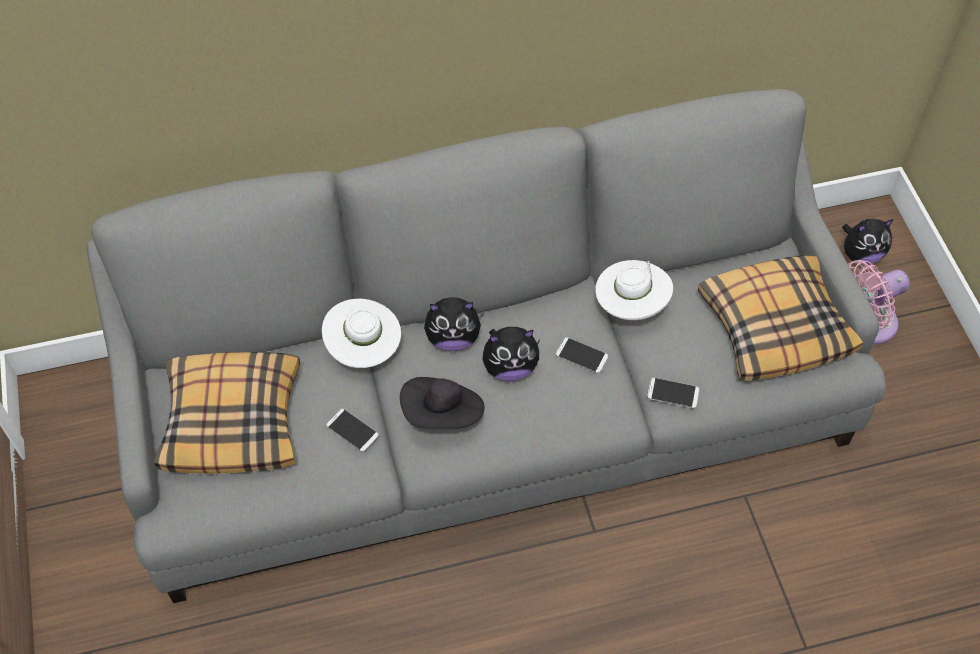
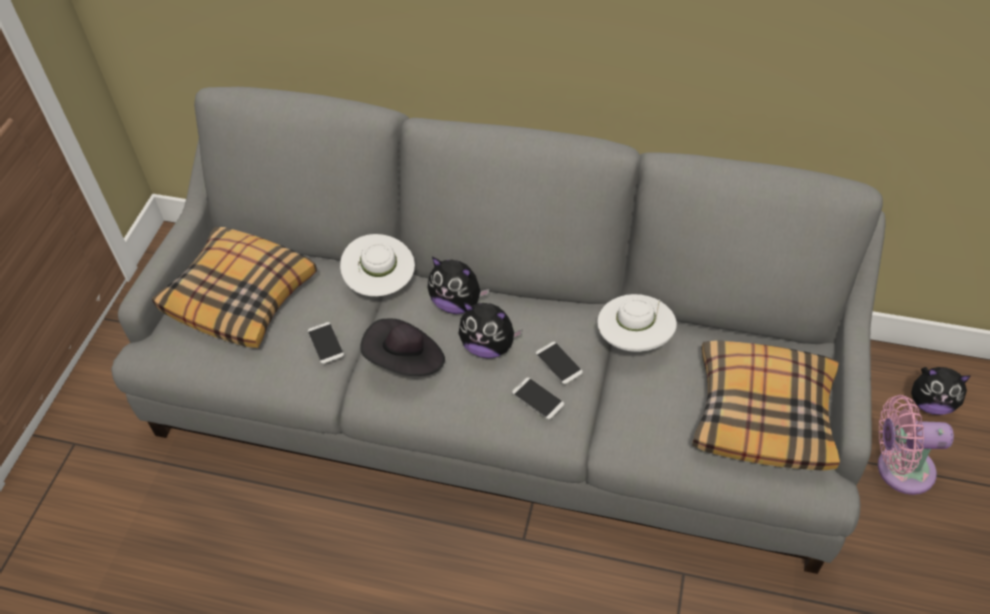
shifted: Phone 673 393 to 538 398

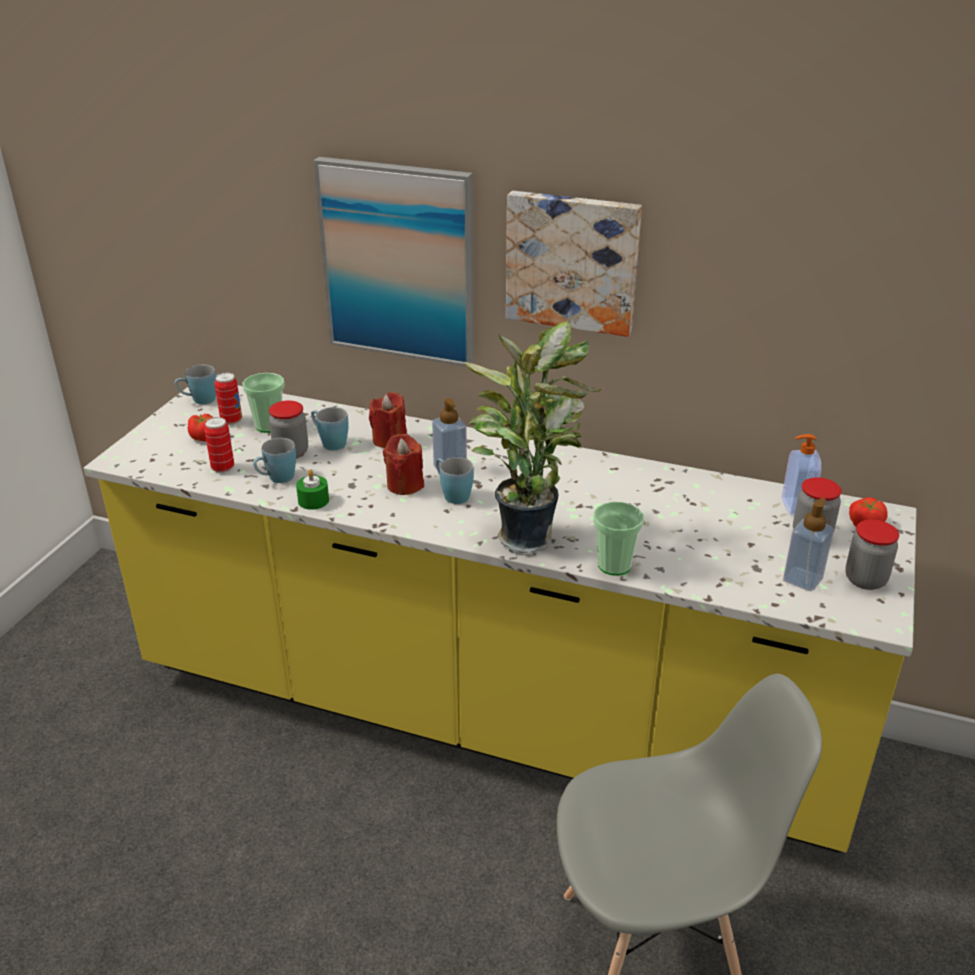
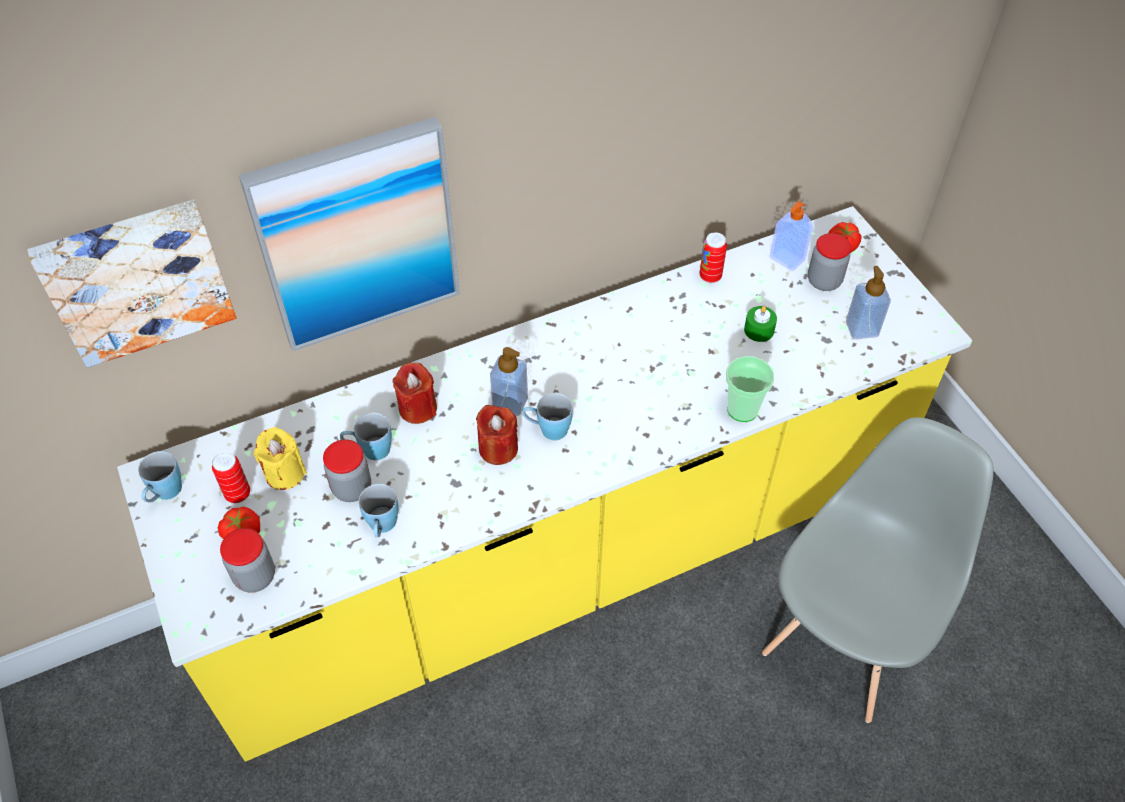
gone: PottedPlant 527 534
shifted: Picture 573 261 to 136 279; Can 223 468 to 710 276; GreenCandle 313 500 to 759 330; Jar 865 580 to 255 576
swapped: Cup 269 426 to YellowCandle 284 473

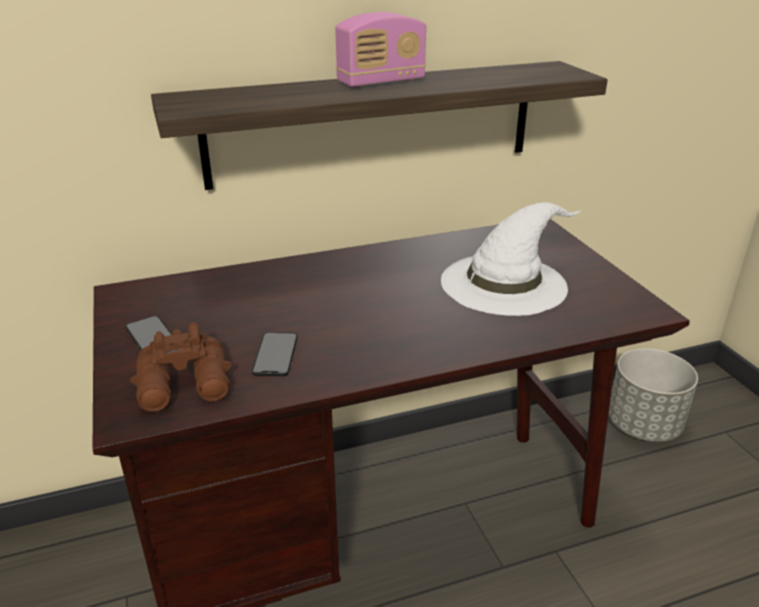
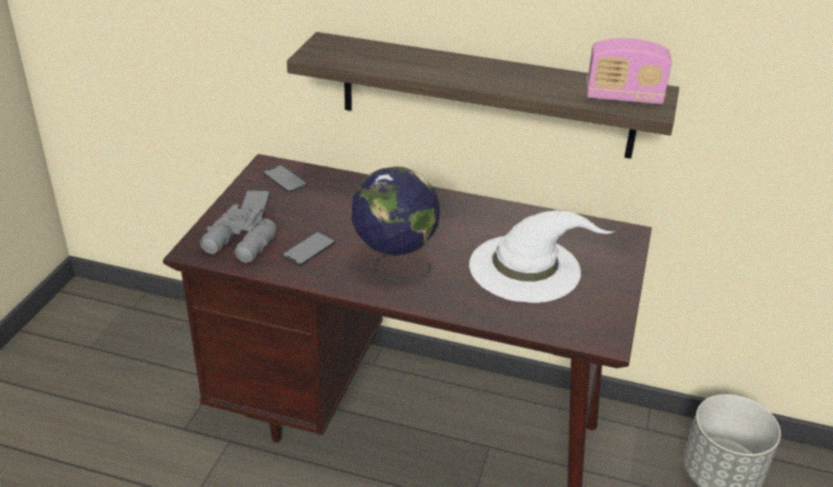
new: Phone 284 179; Globe 394 266
shifted: Radio 381 82 to 623 97
repainted: BrownBinoculars 186 386 to GreyBinoculars 240 246

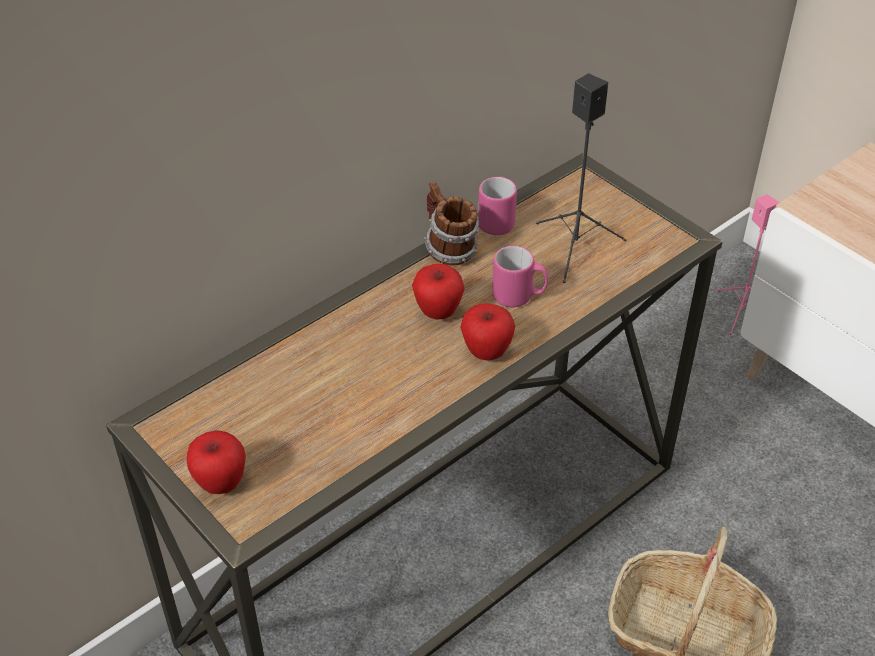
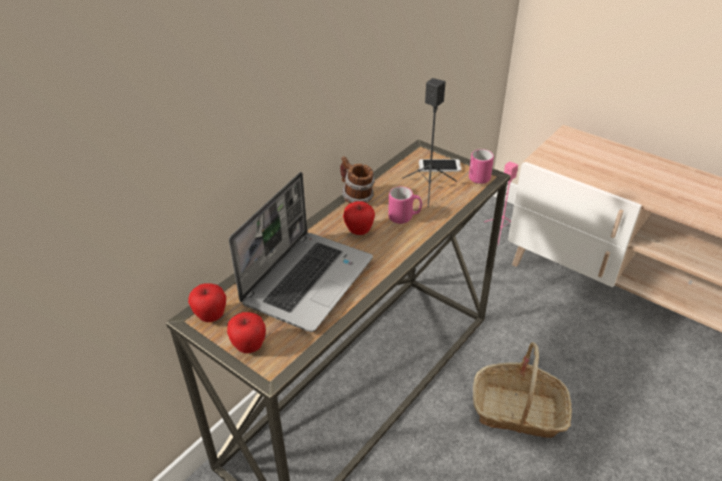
new: Phone 439 166; Laptop 308 280
shifted: PinkMug 497 220 to 478 176; Apple 486 352 to 211 316

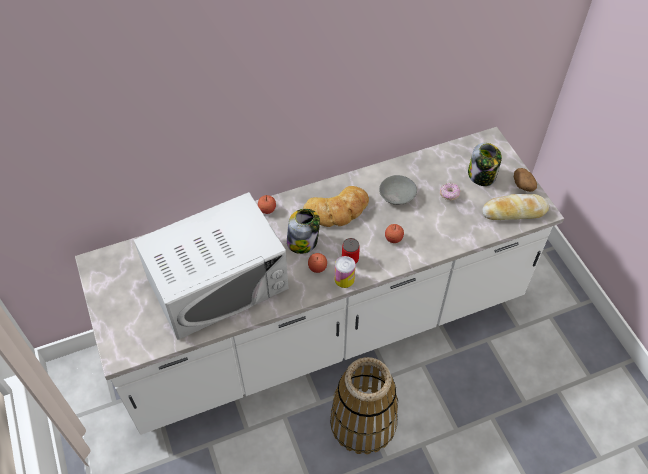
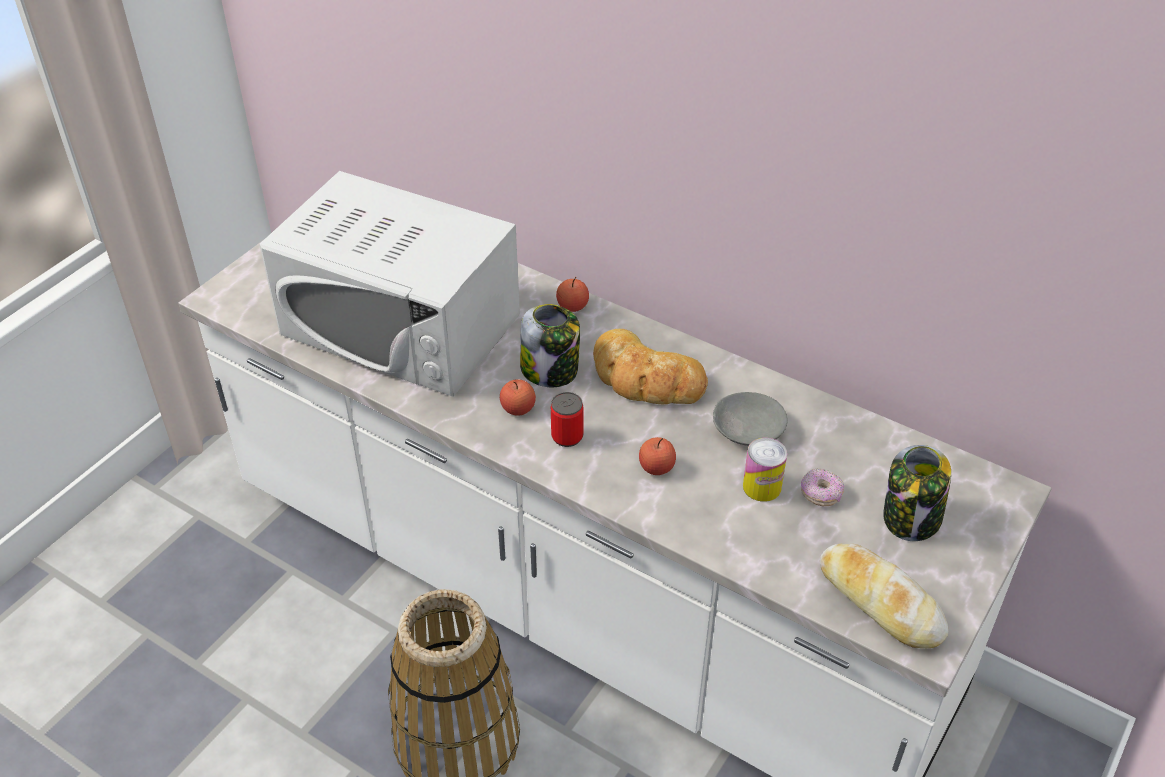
gone: Potato 523 186
shifted: Can 344 279 to 762 486

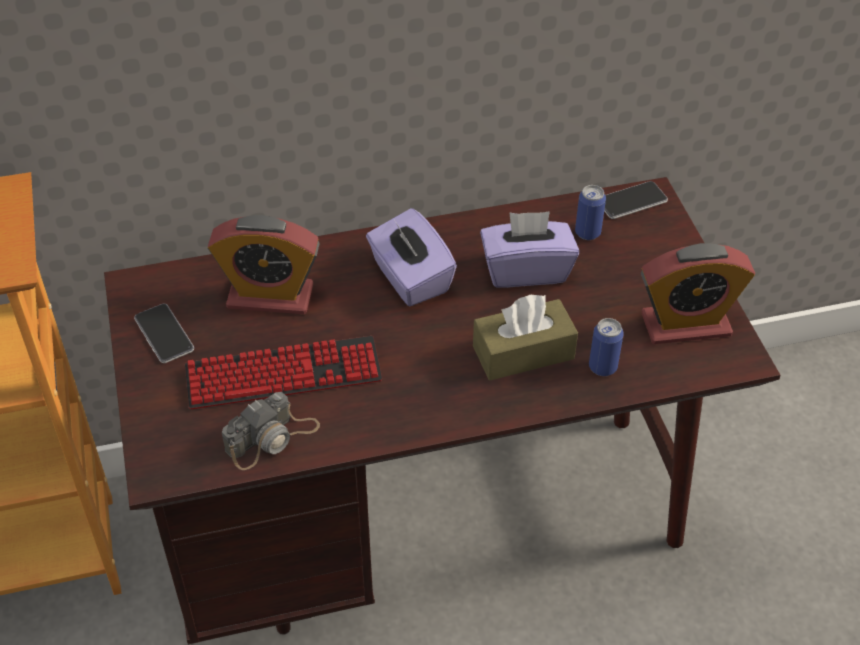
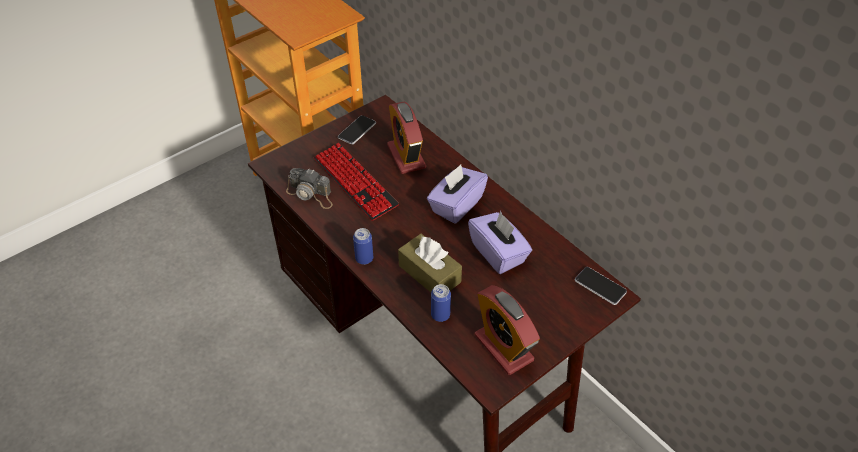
shifted: Can 587 233 to 364 258

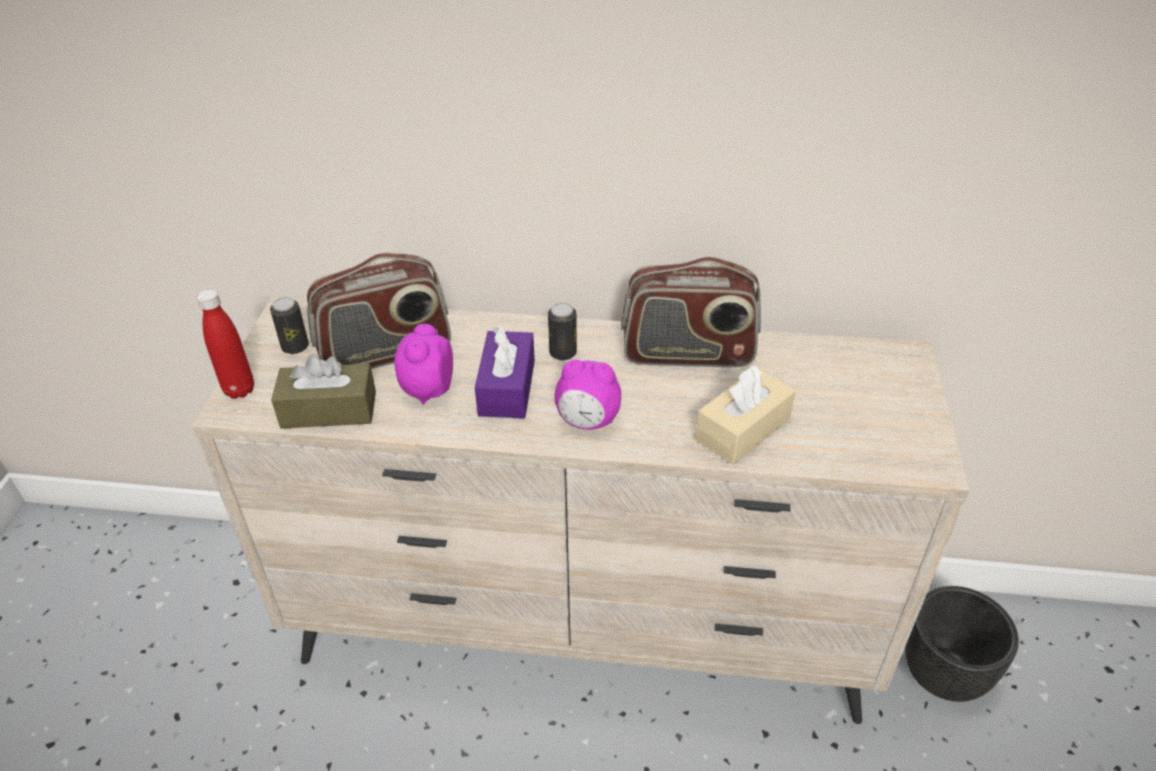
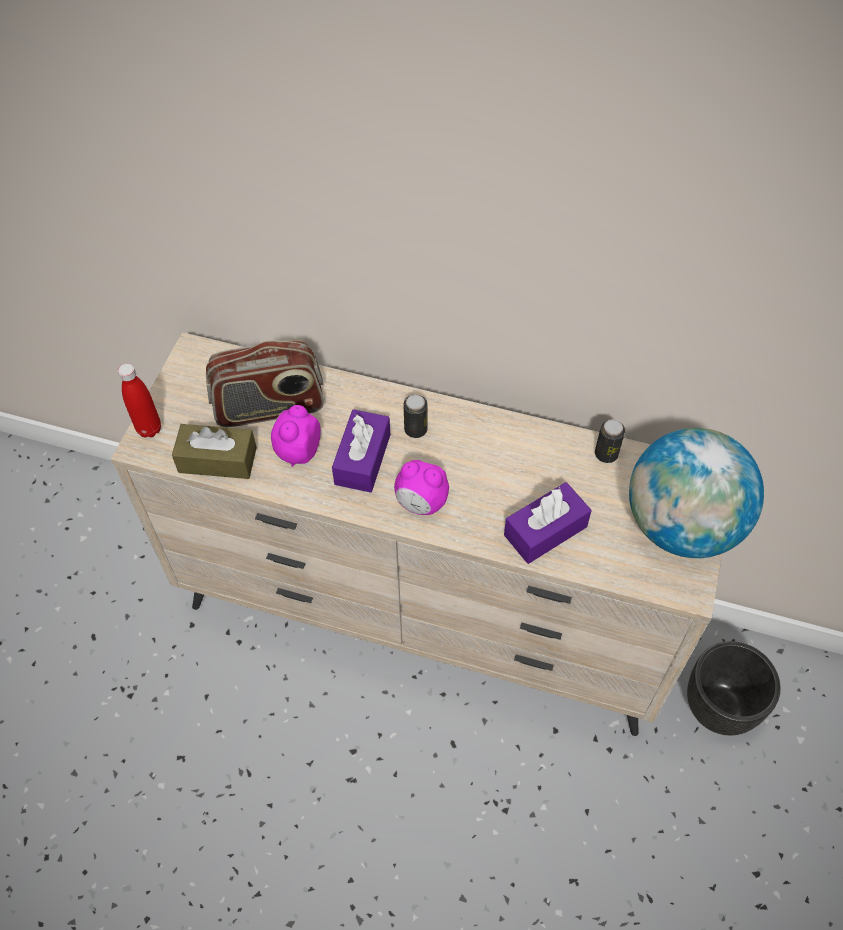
gone: Radio 688 354
new: Globe 681 525
shifted: Can 295 347 to 606 454
repainted: BeigeTissueBox 743 429 to PurpleTissueBox 545 531

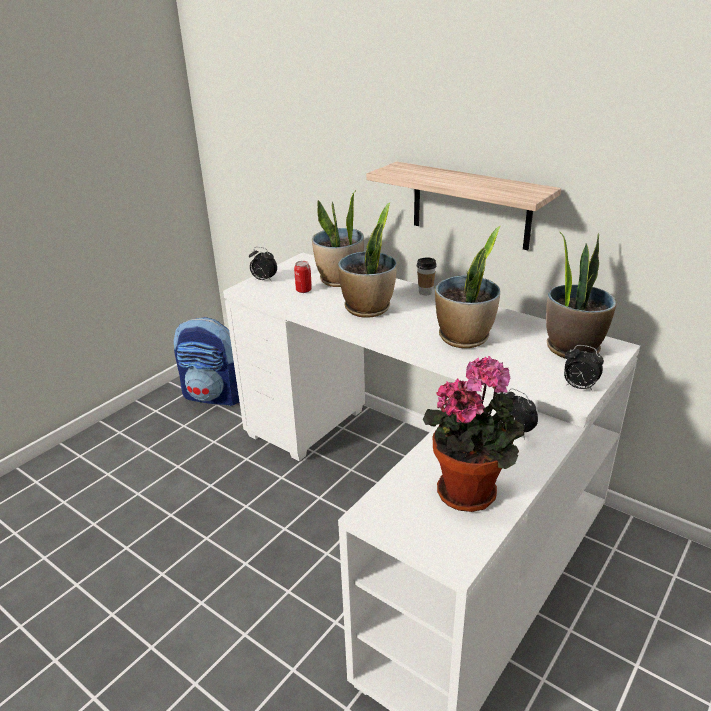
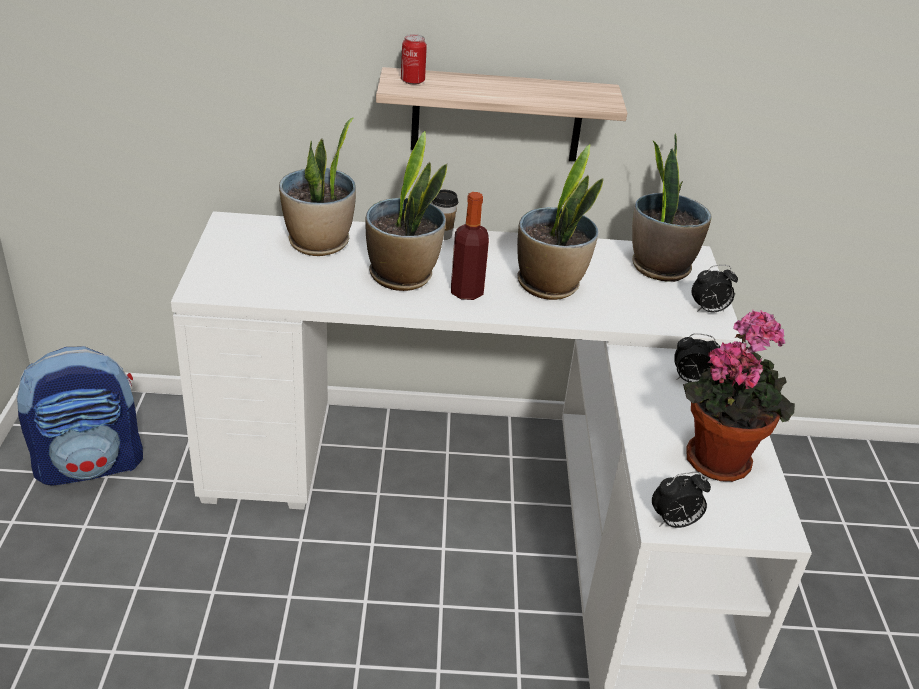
new: Bottle 466 292
shifted: AlarmClock 263 280 to 674 522; Can 304 290 to 412 81

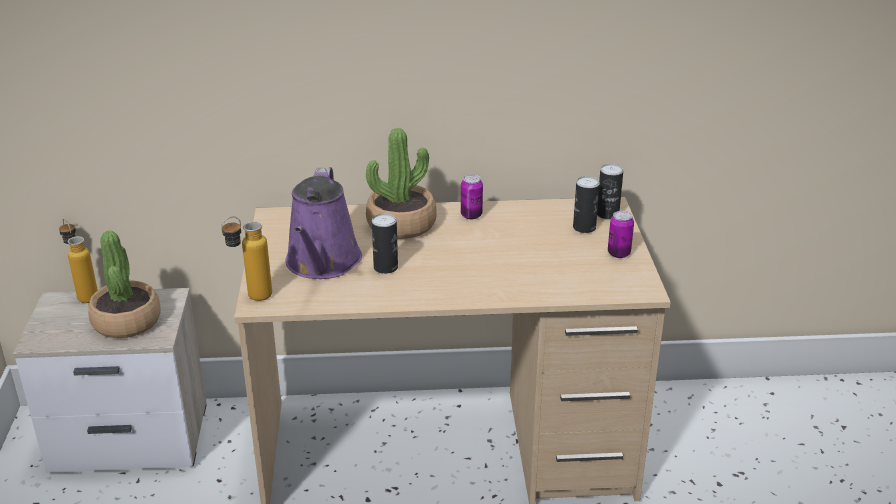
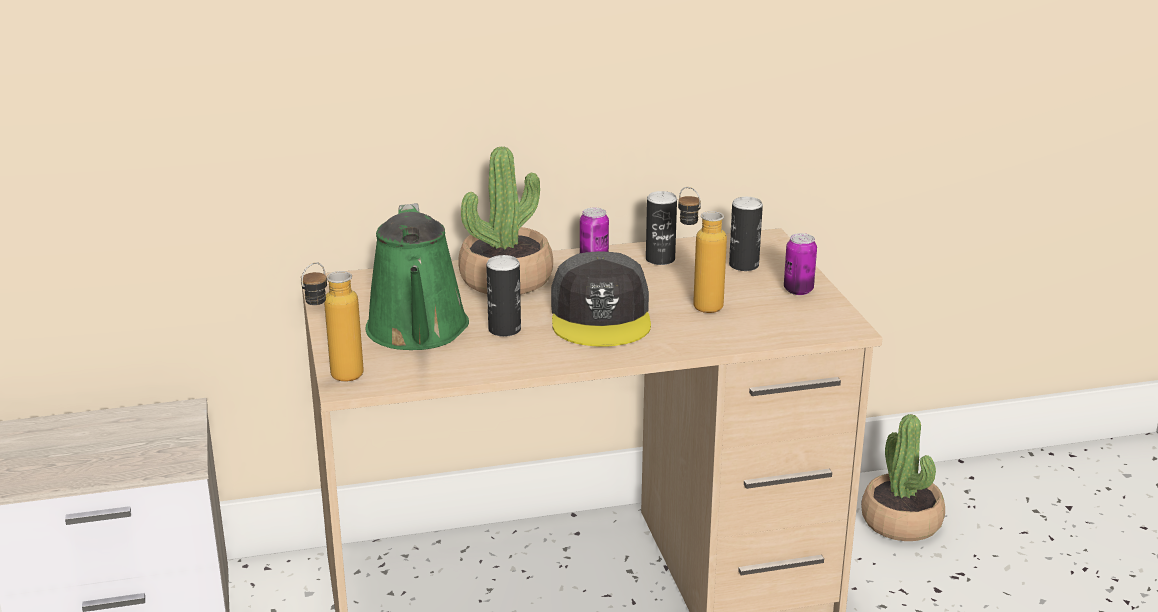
new: GreyCap 601 316
shifted: Can 607 214 to 660 259; Bottle 84 294 to 697 303; PottedPlant 127 322 to 901 522
repainted: PurpleWateringCan 322 263 to GreenWateringCan 418 332

